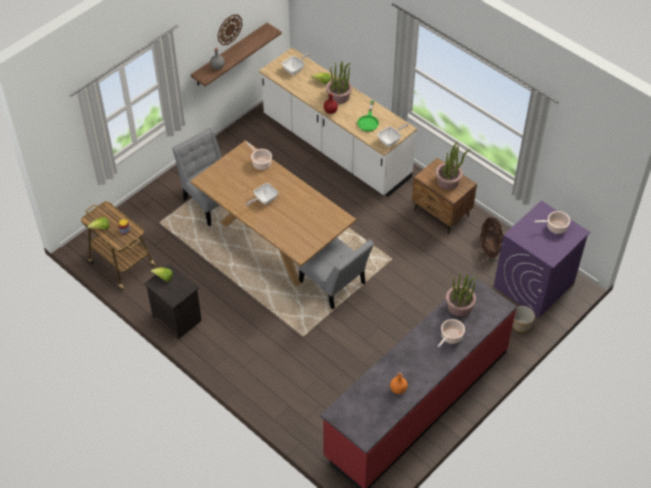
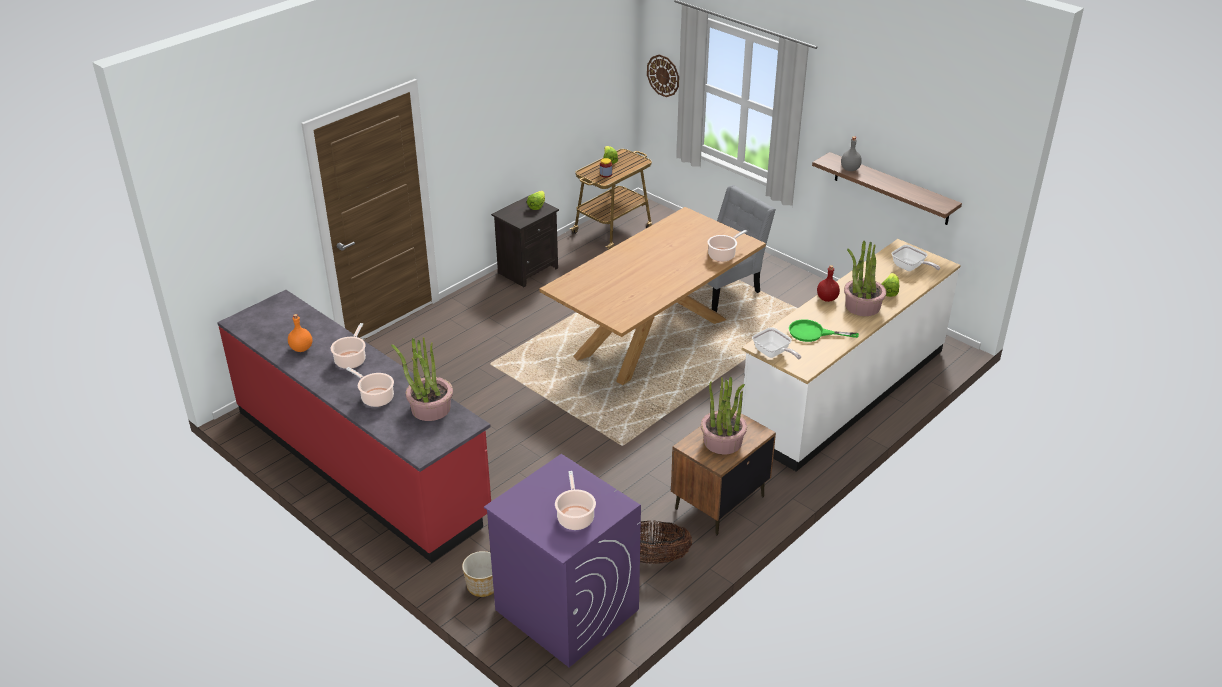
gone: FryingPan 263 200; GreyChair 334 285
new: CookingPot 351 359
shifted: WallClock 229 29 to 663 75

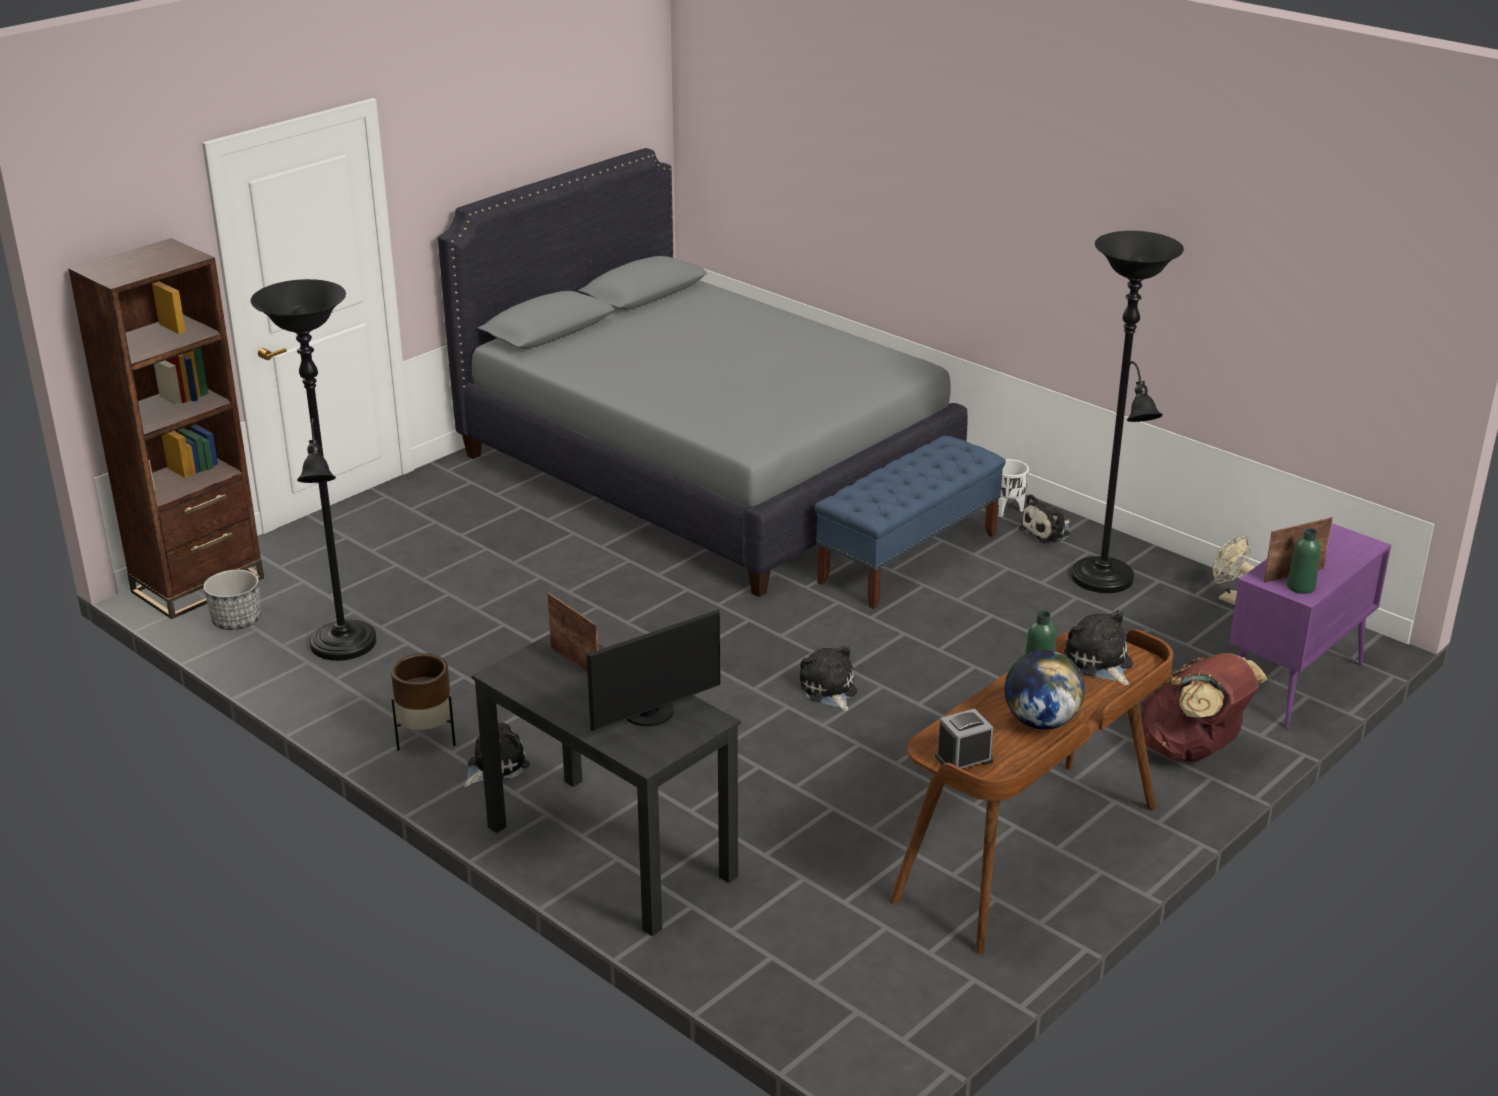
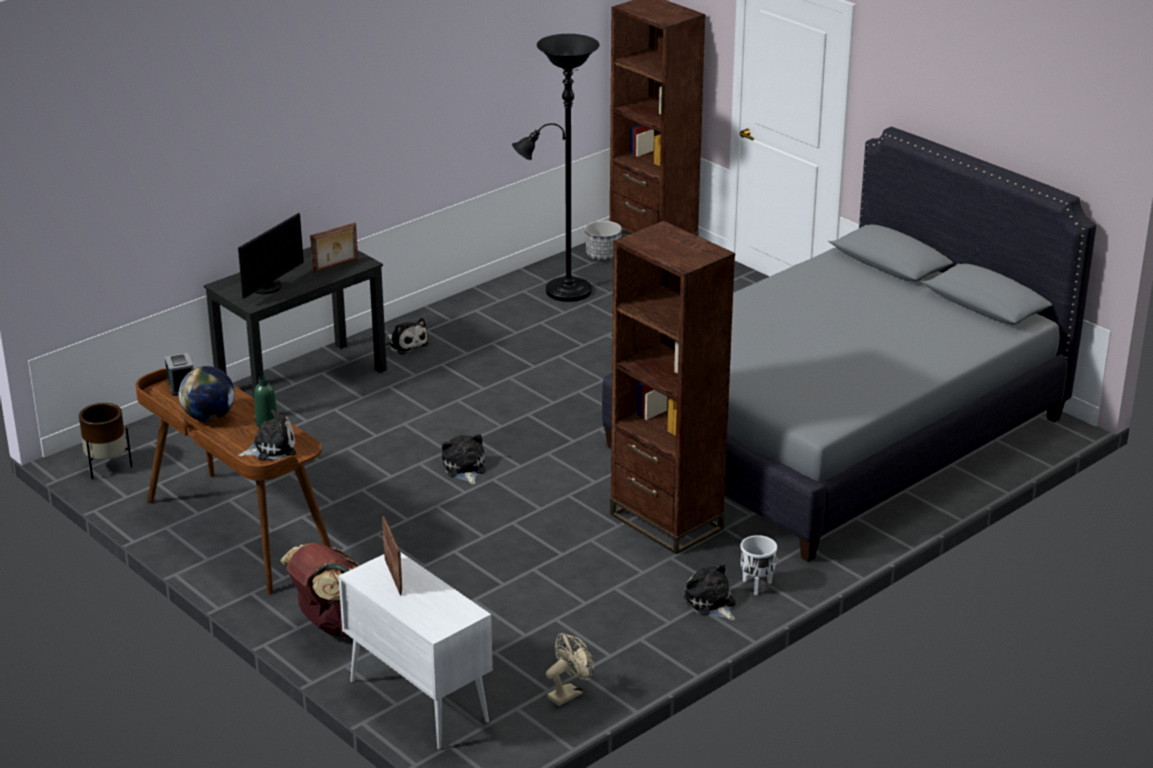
gone: BlackFloorLamp 1105 581; GreenBottle 1300 587
shifted: BrownPlanter 427 738 to 107 467
swapped: BlueBench 908 558 to BrownBookcase 666 522
repainted: PurpleCabinet 1294 683 to WhiteCabinet 417 700
rotated: Monitor 651 714 = 268 287 120 degrees counterclockwise; PlushToy 828 690 = 464 468 90 degrees counterclockwise

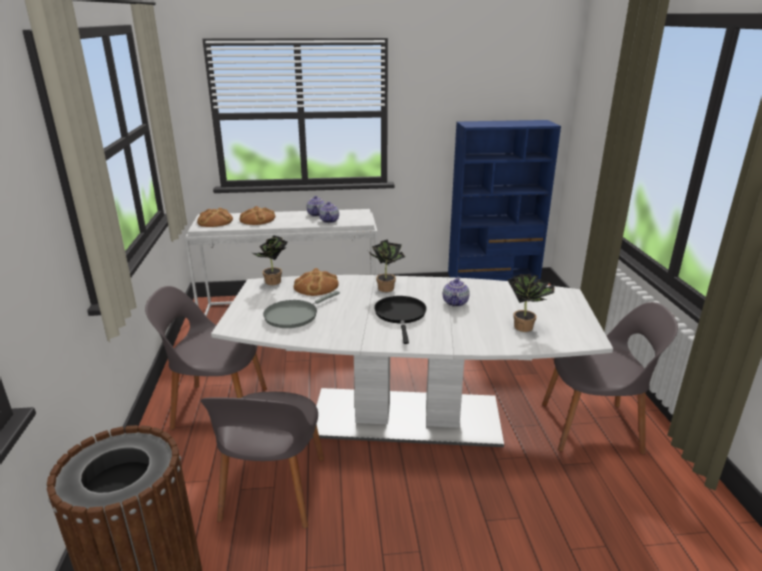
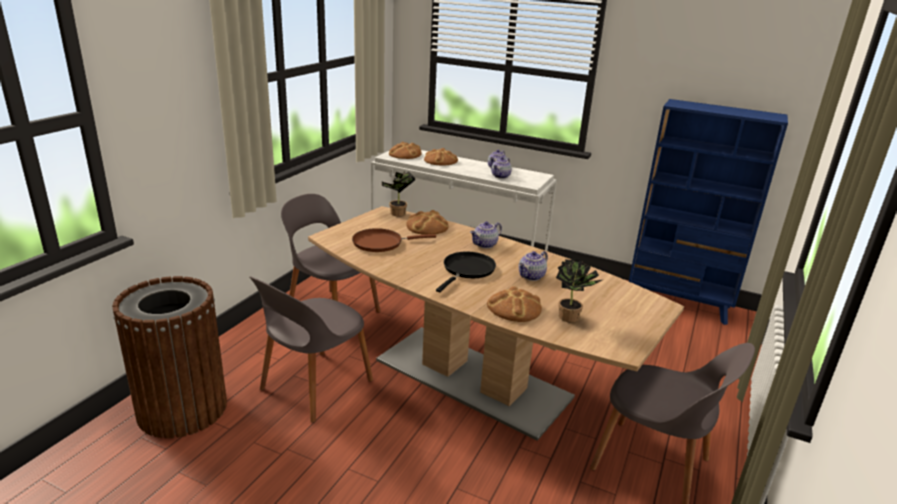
new: Bread 514 308
swapped: PottedPlant 386 287 to Teapot 485 245
repainted: WhiteDiningTable 407 417 to BrownDiningTable 473 379; GreyFryingPan 294 315 to BrownFryingPan 381 243

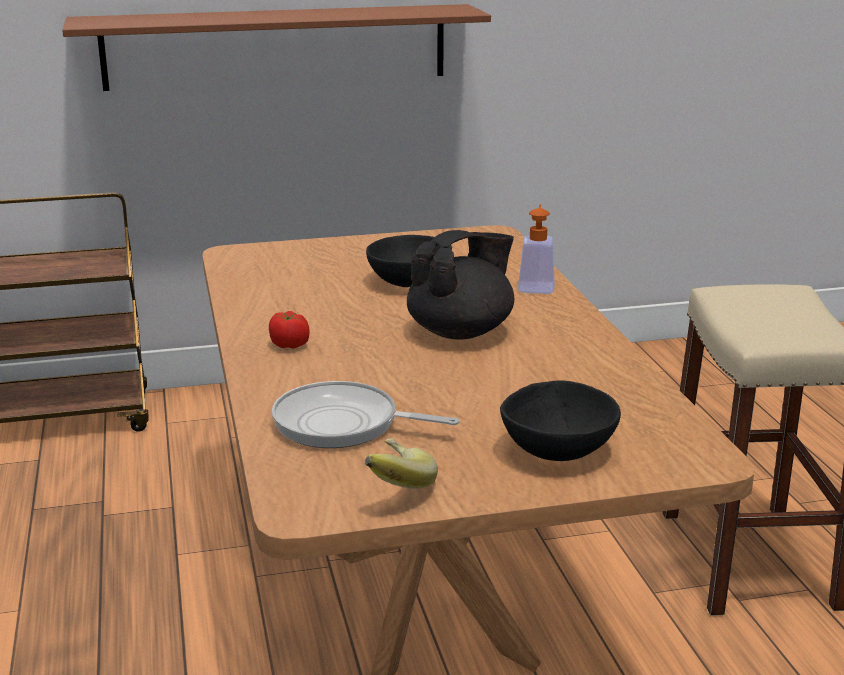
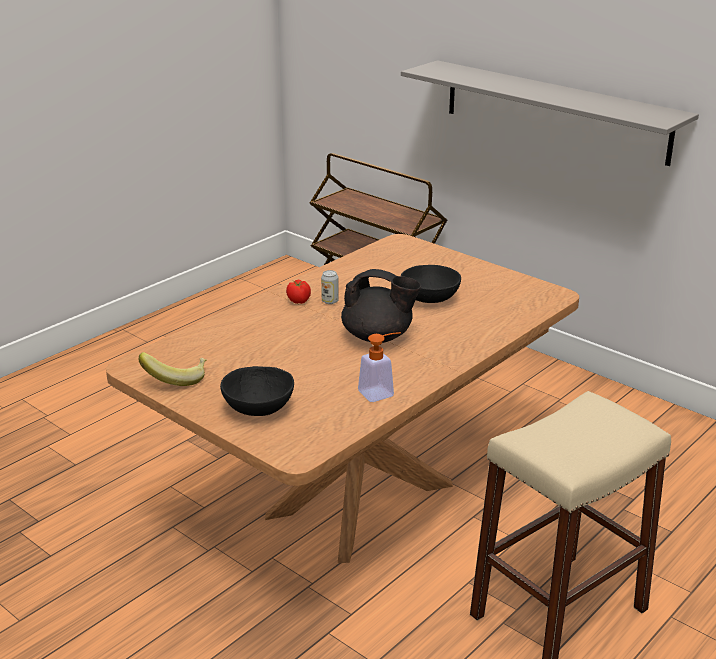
gone: FryingPan 343 424
new: Can 330 301
shifted: SoapDispenser 536 285 to 381 392
repainted: BrownShelf 276 46 to GreyShelf 554 111

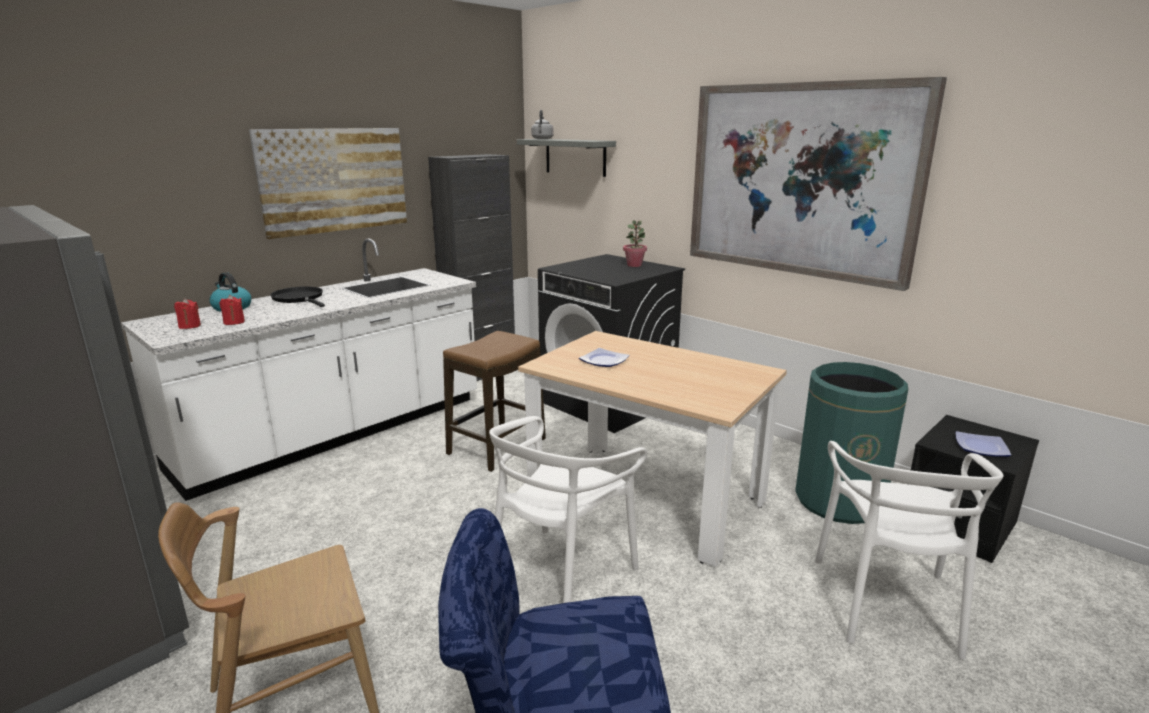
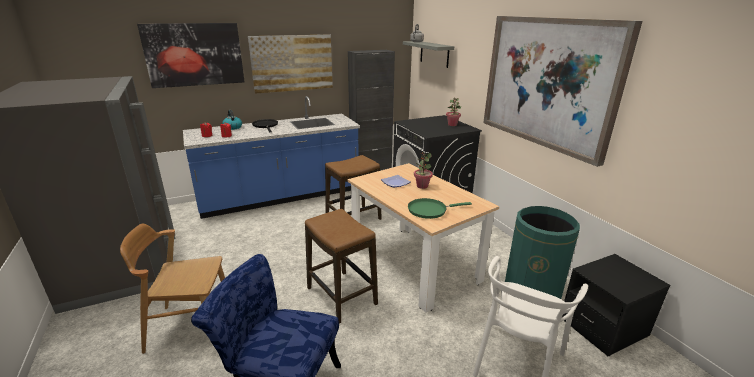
gone: Plate 980 447
new: Picture 194 54; PottedPlant 422 186; GreenFryingPan 430 210
swapped: WhiteChair 560 576 to Stool 341 296
repainted: WhiteCounter 336 434 to BlueCounter 281 197

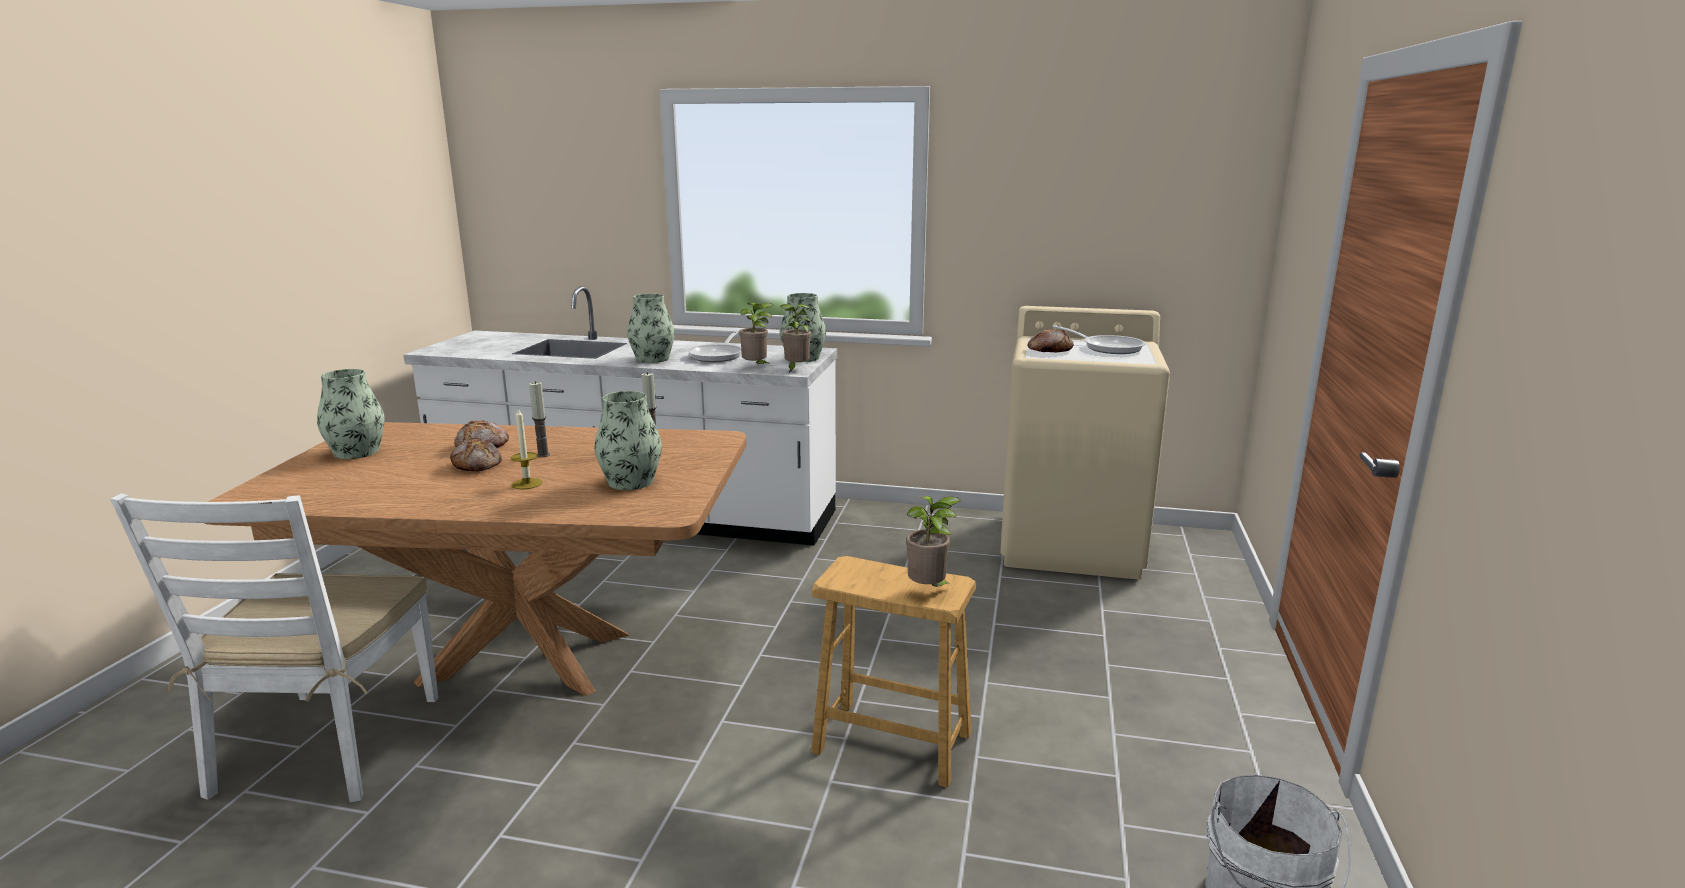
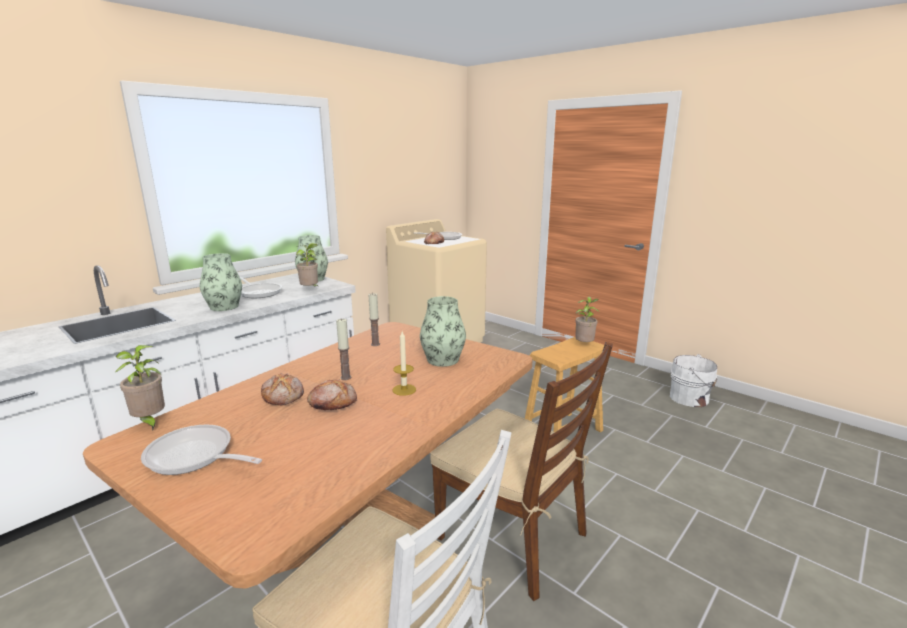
new: BrownChair 513 536
shifted: PottedPlant 796 369 to 150 422
swapped: Vase 356 452 to FryingPan 194 457

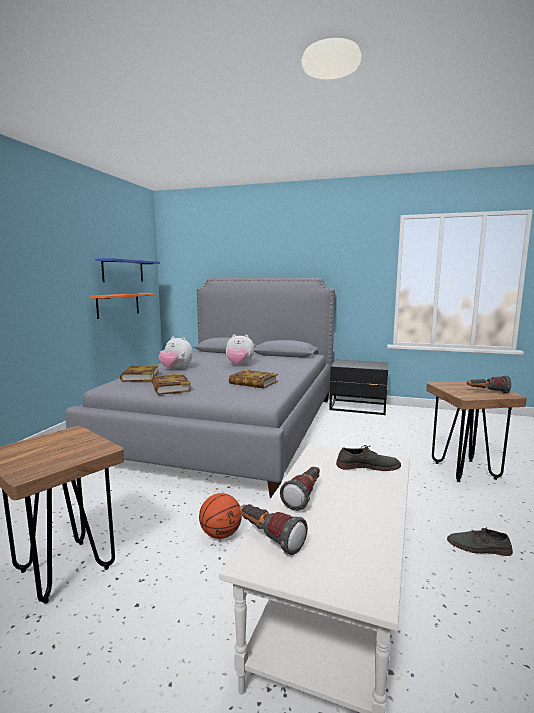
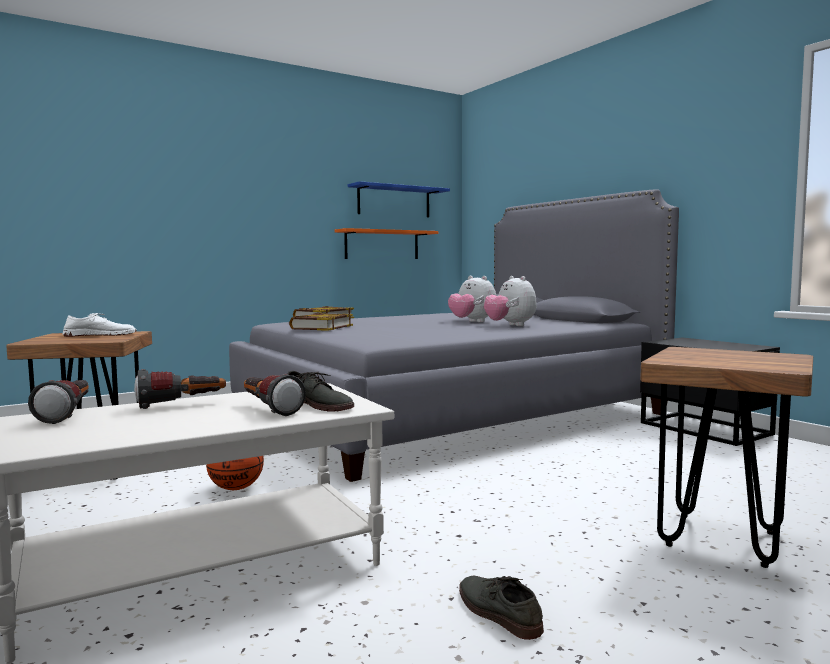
gone: Book 253 383
new: WhiteShoe 100 335
shifted: PlushToy 176 369 to 510 325; Flashlight 487 392 to 268 409

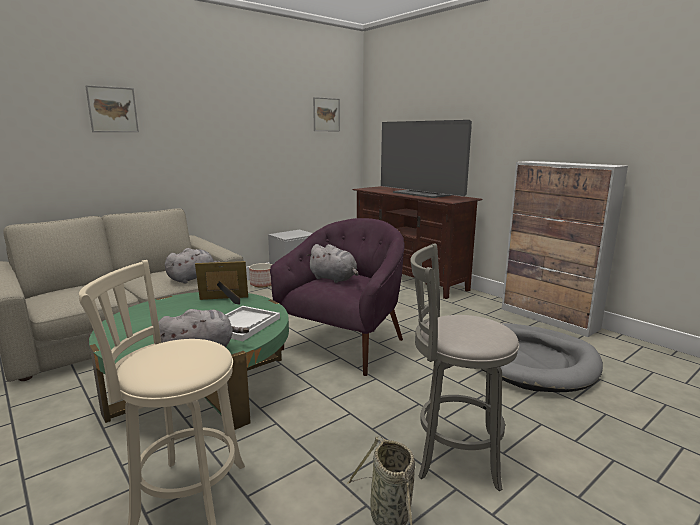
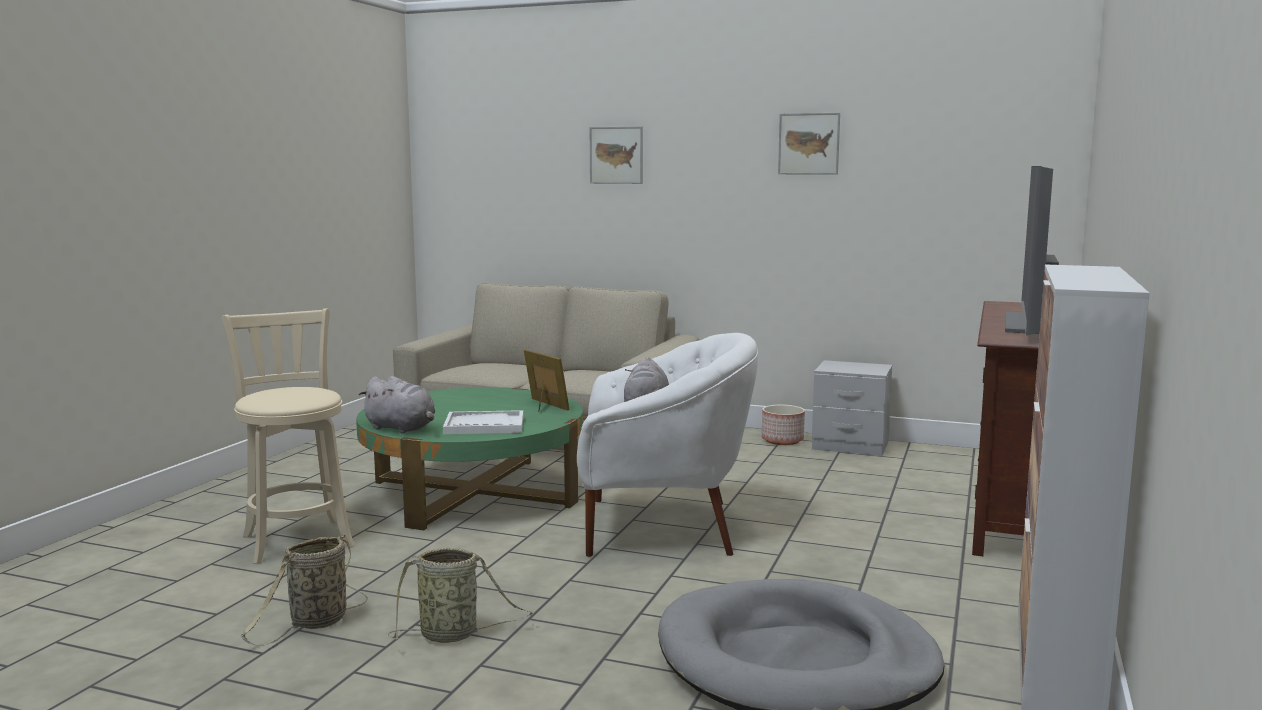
gone: GreyPlushToy 193 278
shifted: Picture 326 114 to 808 144
swapped: GreyStool 452 453 to Basket 453 635
repainted: PurpleArmchair 345 344 to WhiteArmchair 661 527

